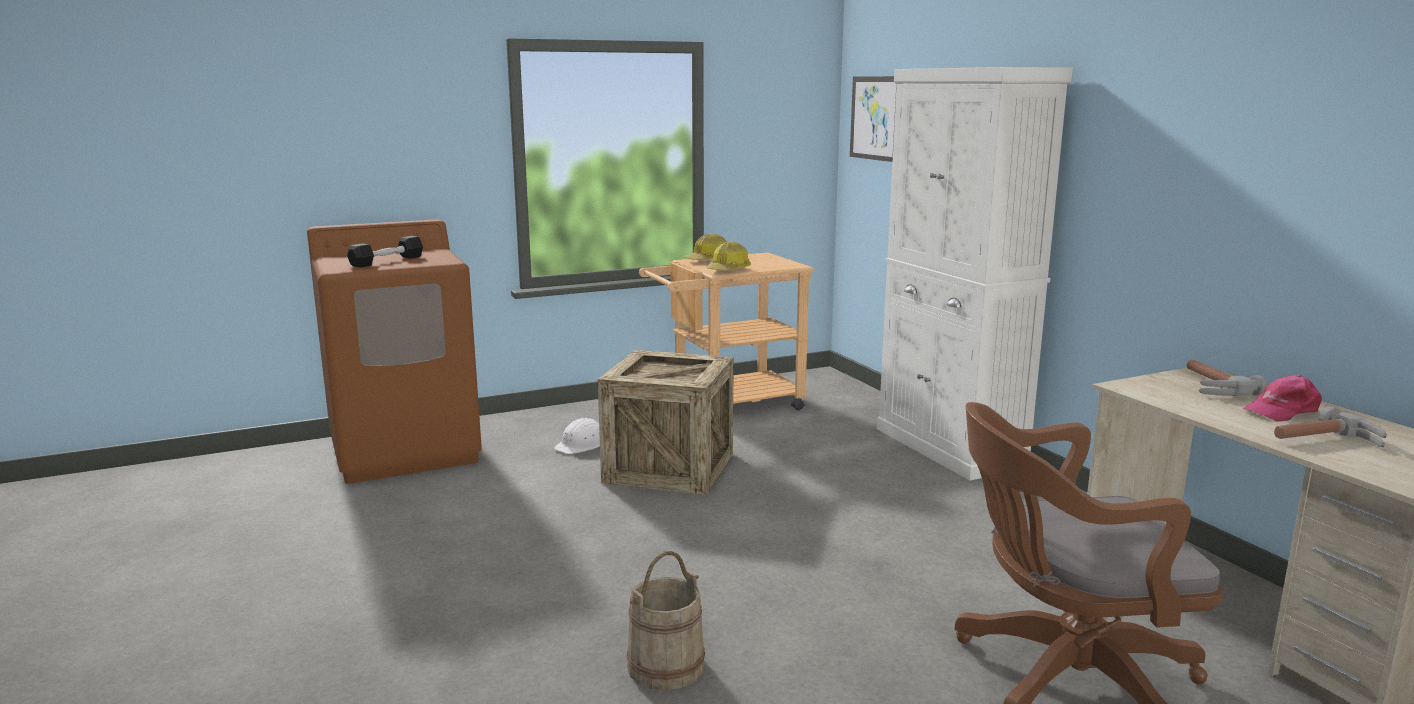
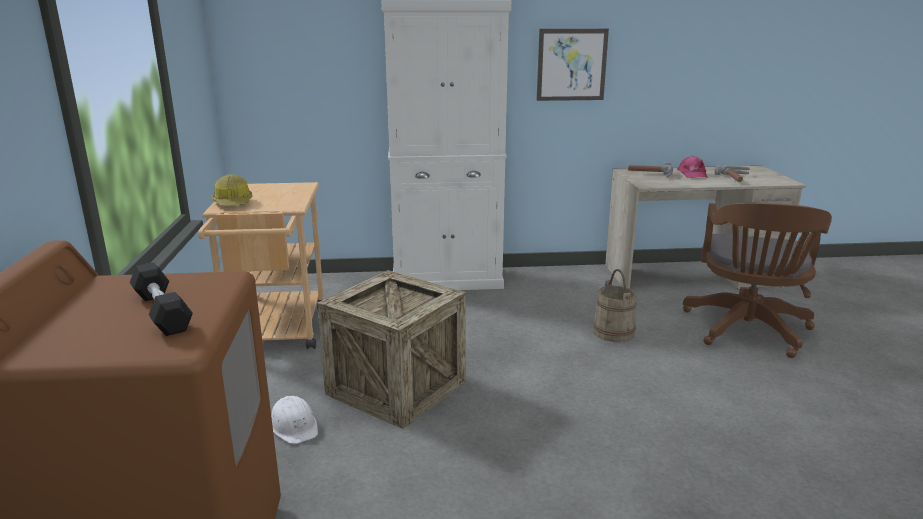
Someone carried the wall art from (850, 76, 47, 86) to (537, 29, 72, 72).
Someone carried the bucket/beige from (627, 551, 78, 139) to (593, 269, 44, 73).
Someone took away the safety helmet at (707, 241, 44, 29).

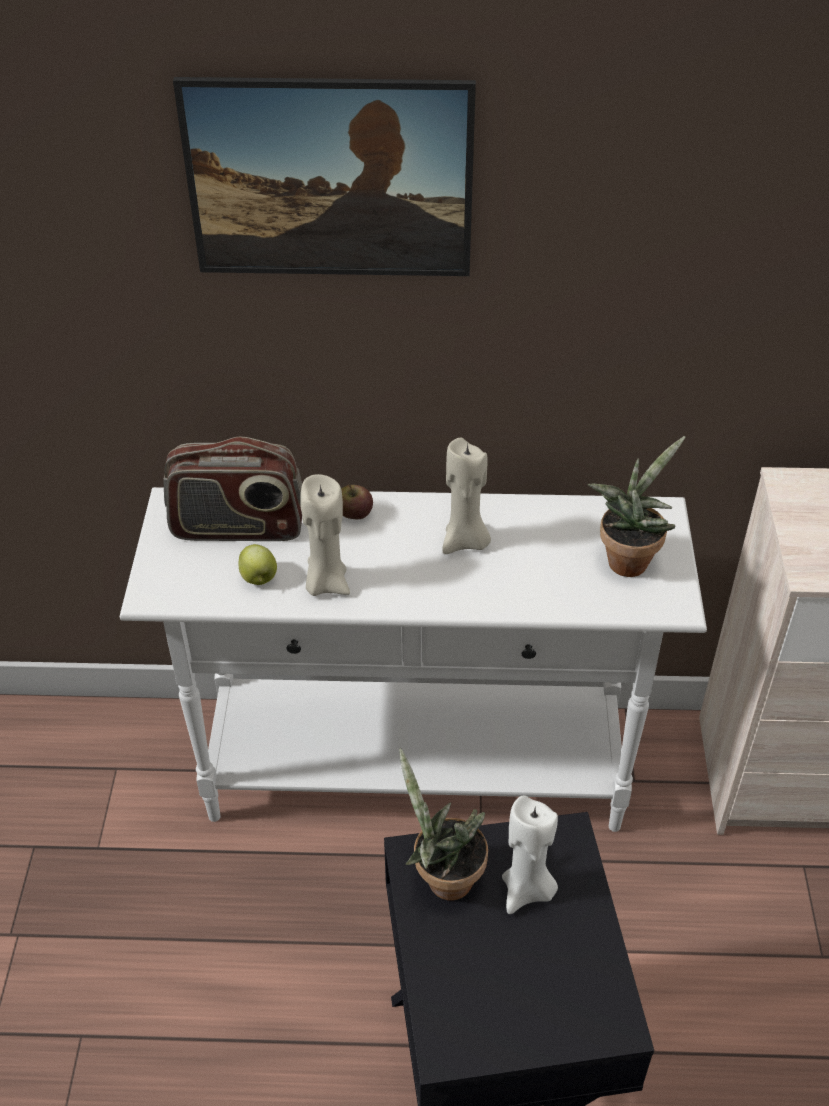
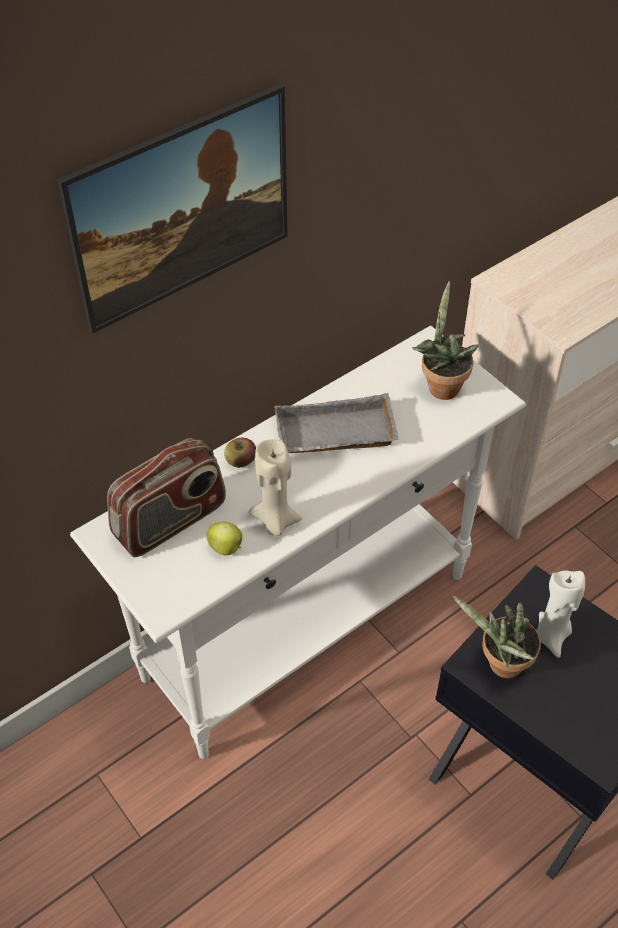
Someone swapped the candle/beige at (442, 438, 49, 116) for the tray/grey at (274, 393, 125, 60).

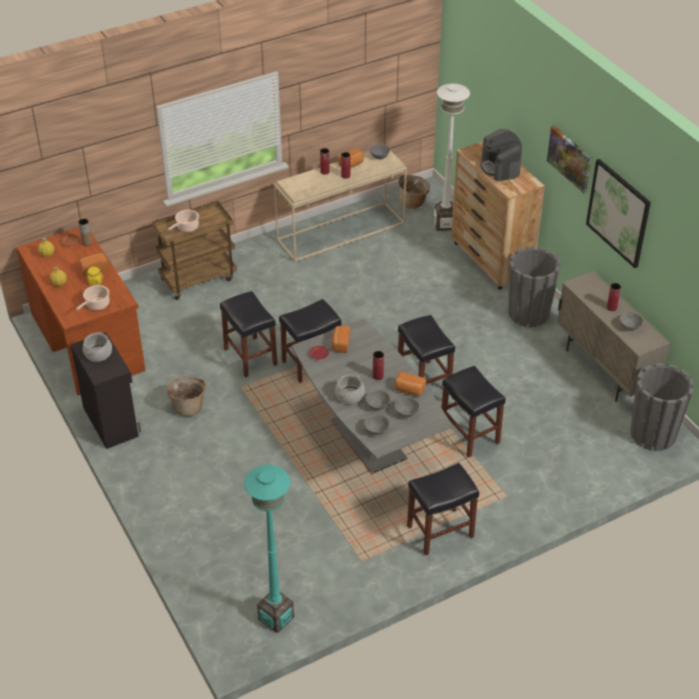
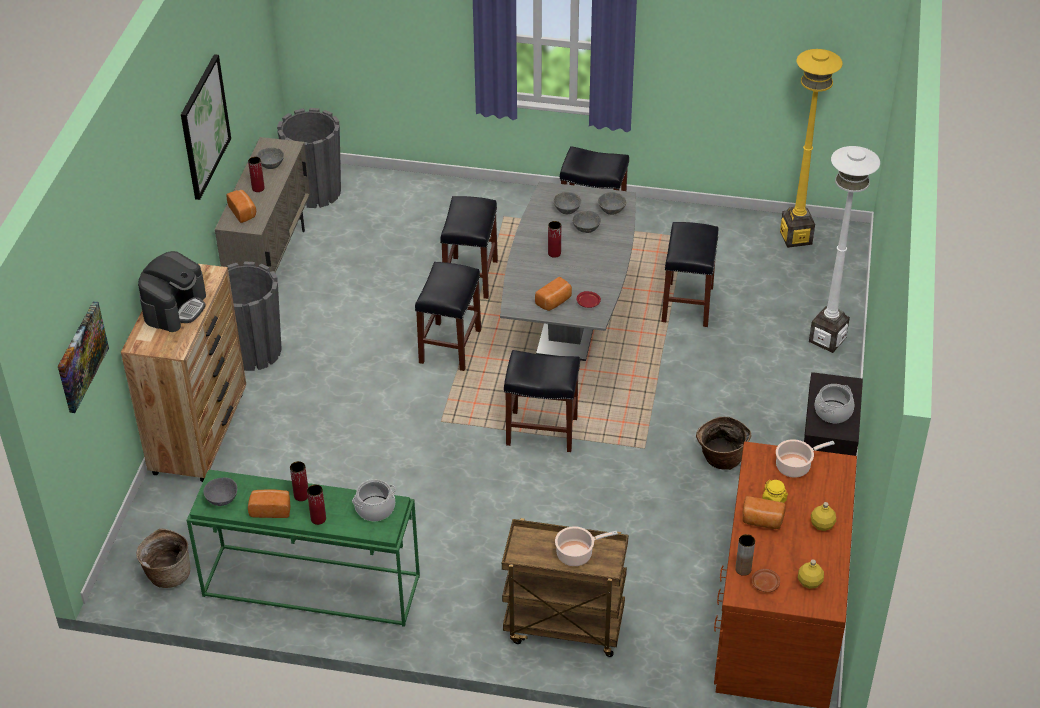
Someone carried the wall art from (547, 126, 45, 67) to (58, 301, 51, 112).
Someone repainted the console table/beige at (274, 151, 133, 111), which became the console table/green-coloured at (187, 470, 233, 157).
Someone carried the bread from (395, 372, 31, 24) to (226, 190, 30, 33).
Someone carried the stockpot from (335, 374, 30, 30) to (352, 479, 44, 42).
Someone carried the stool/blackish from (220, 291, 58, 87) to (662, 222, 57, 105).
Someone repainted the floor lamp/turquoise-coloured at (244, 465, 50, 168), which became the floor lamp/yellow-coloured at (780, 49, 63, 199).
Someone carried the floor lamp/whitish from (433, 84, 37, 147) to (809, 146, 71, 207).

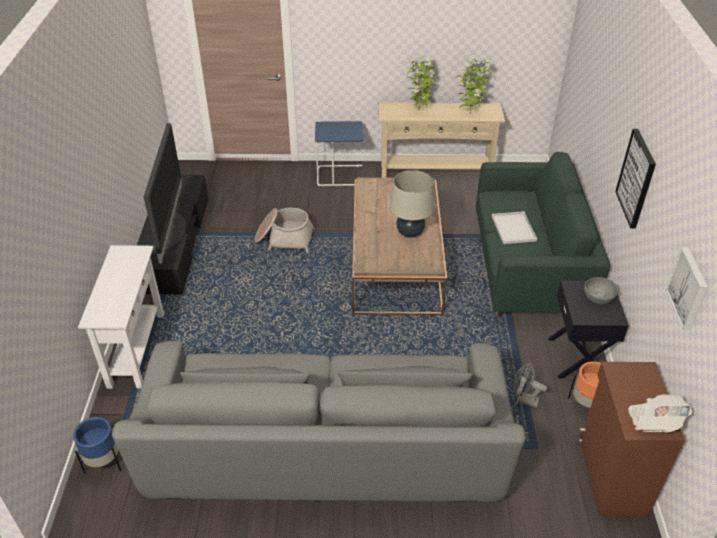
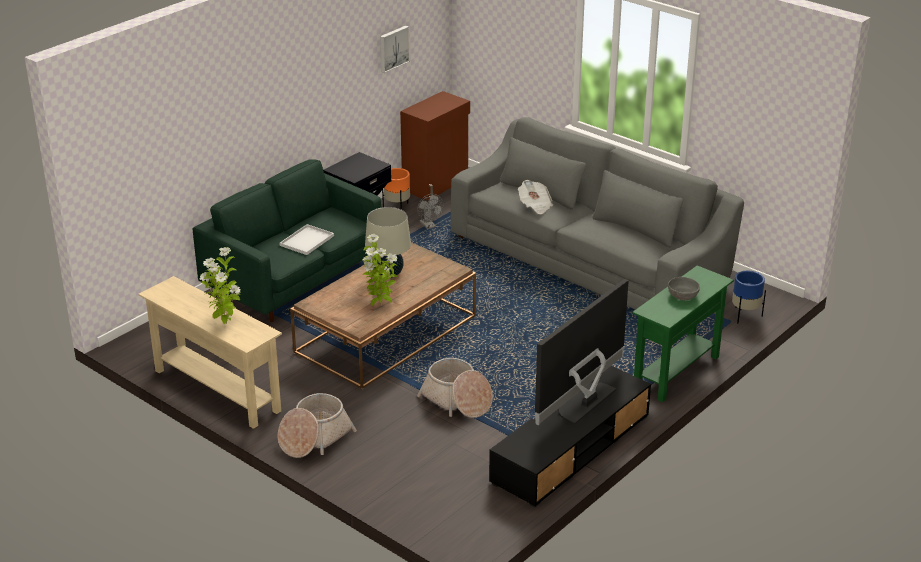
Someone swapped the side table/blue-coloured at (315, 121, 48, 65) for the household basket at (278, 393, 79, 65).
Someone carried the potted plant from (456, 57, 35, 56) to (362, 234, 36, 72).
Someone carried the printed paper from (628, 394, 64, 38) to (518, 180, 35, 34).
Someone repainted the console table/whitish at (78, 245, 86, 144), which became the console table/green-coloured at (632, 265, 102, 137).
Someone carried the serving bowl/grey from (584, 277, 34, 27) to (668, 277, 32, 23).
Someone took away the wall art at (615, 129, 41, 100).

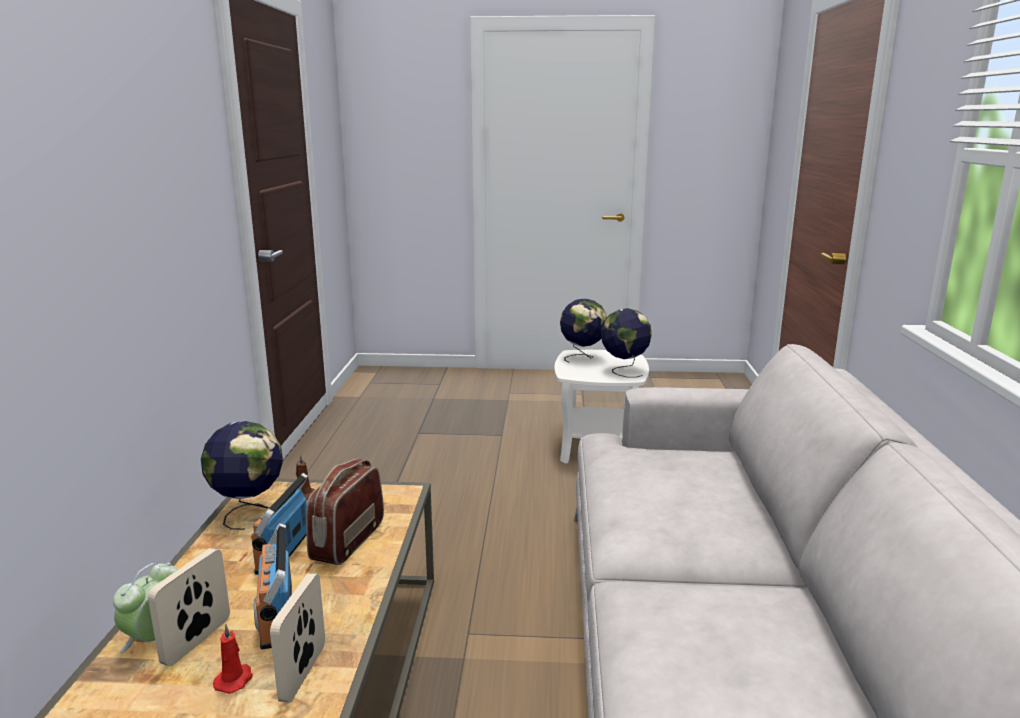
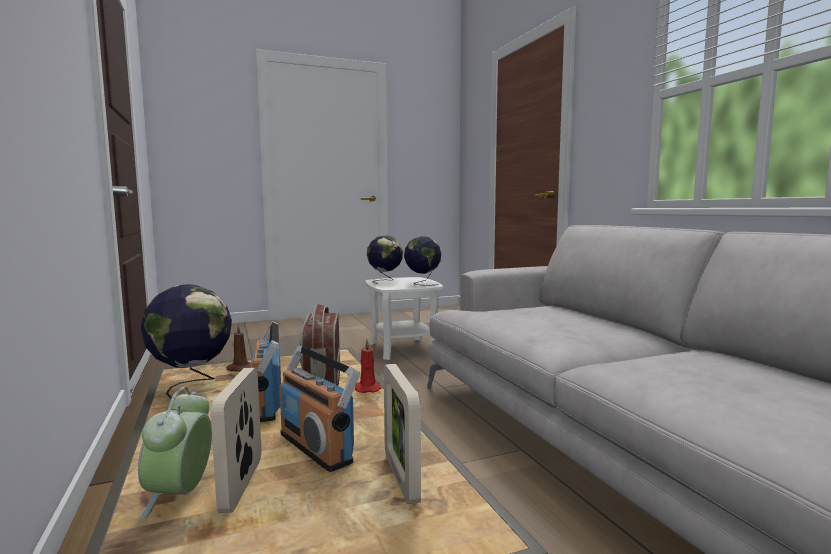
Someone carried the candle/red from (213, 624, 40, 70) to (355, 339, 27, 54).

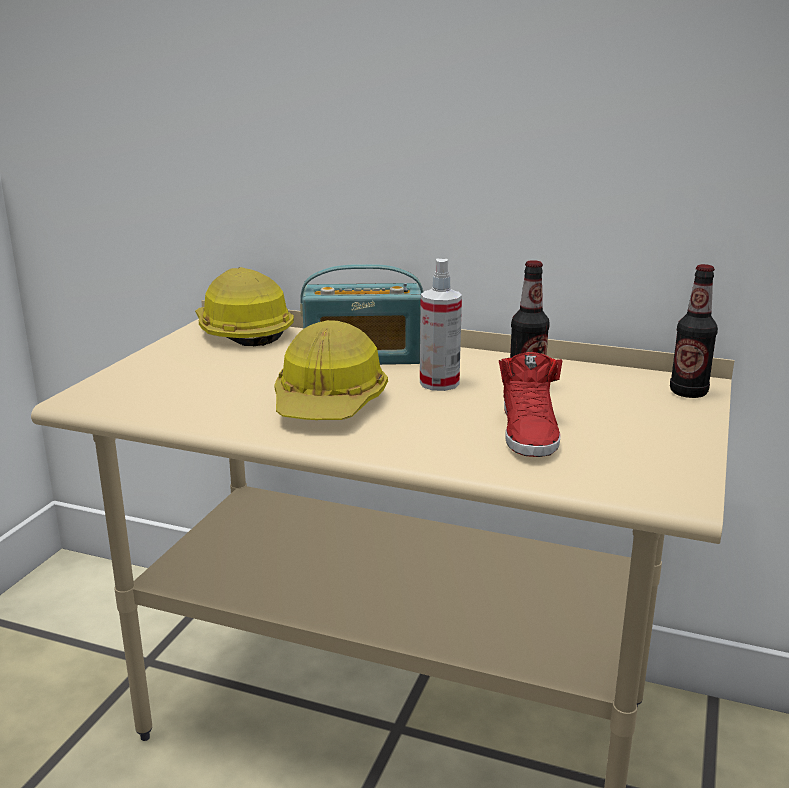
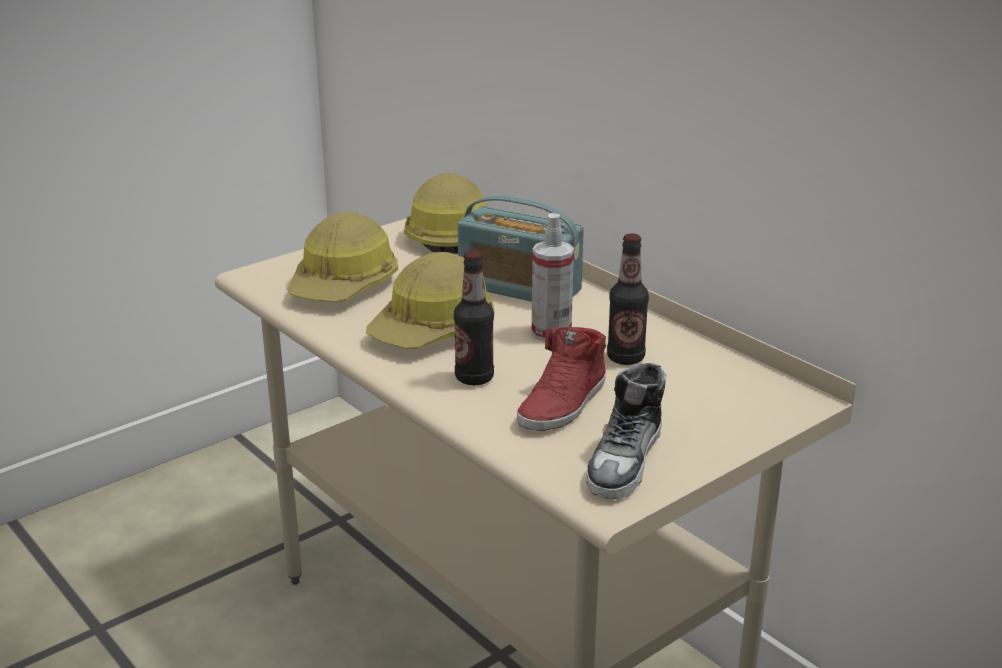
Someone put down the safety helmet at (287, 212, 111, 90).
Someone carried the drink bottle from (670, 264, 48, 134) to (454, 250, 40, 135).
Someone put down the item of footwear at (586, 363, 80, 136).

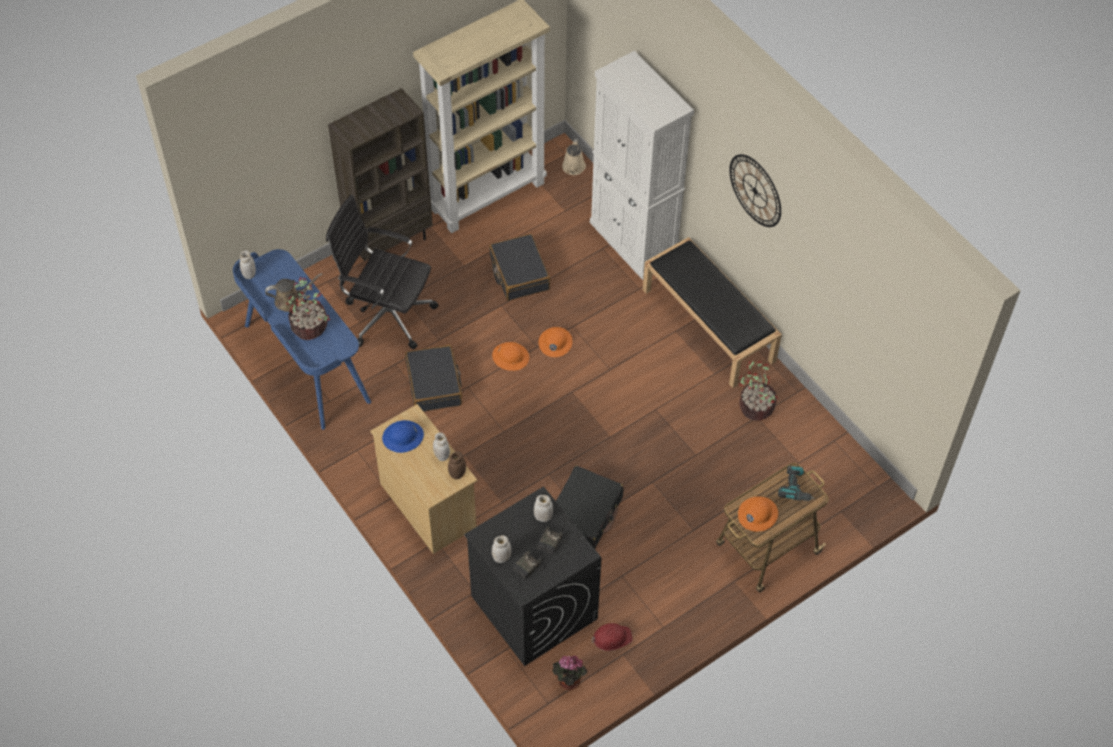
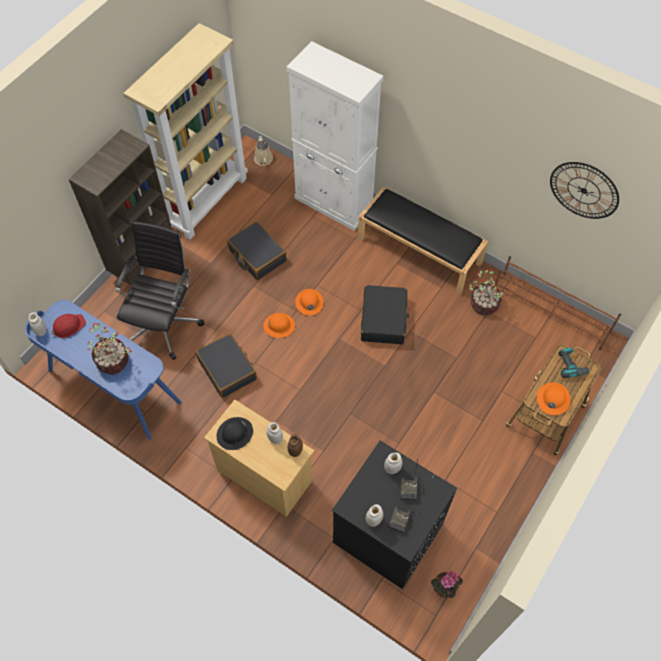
Someone carried the safety helmet/red from (592, 623, 41, 28) to (52, 314, 34, 24).
Someone rotated the desk chair/blackish at (326, 194, 113, 155) by 105 degrees clockwise.
Someone repainted the safety helmet/blue-coloured at (382, 420, 42, 33), which became the safety helmet/blackish at (217, 417, 36, 33).
Someone carried the suitcase/blackish from (556, 466, 68, 83) to (361, 285, 48, 59).
Someone put down the shoe rack/brown at (494, 256, 127, 94).
Someone carried the hanging clock from (729, 154, 52, 73) to (550, 162, 69, 57).
Someone took away the watering pot/brown at (265, 273, 58, 39).

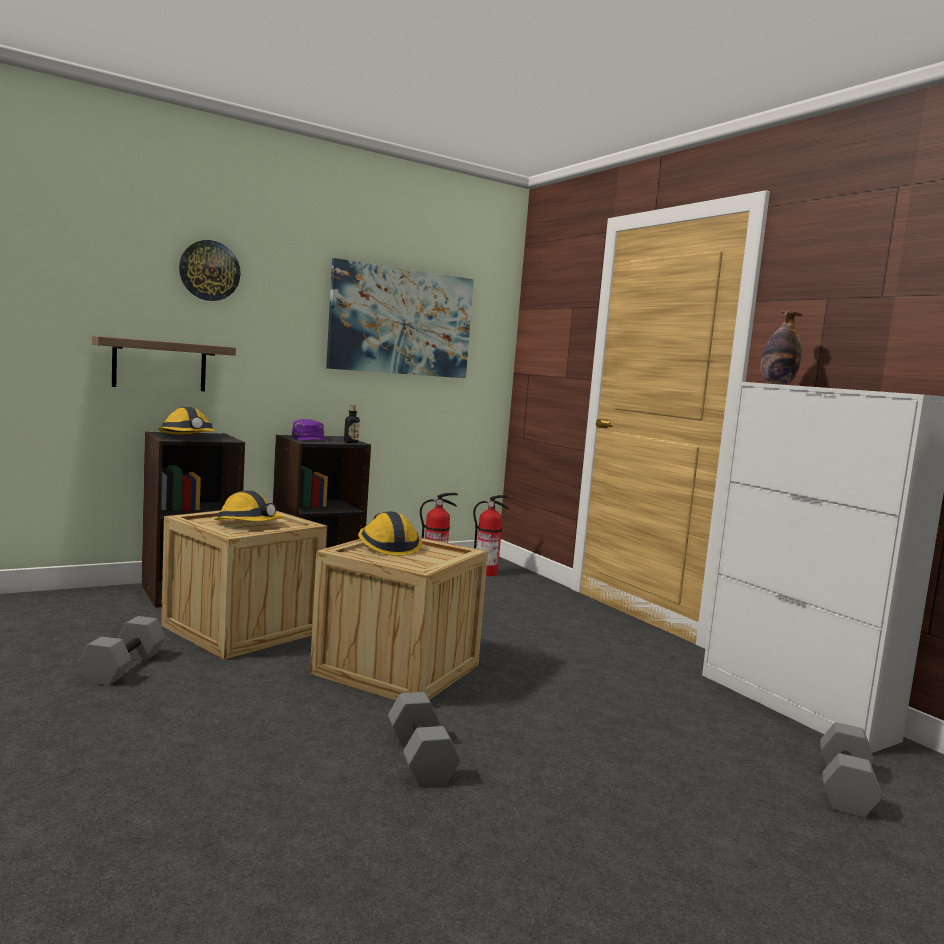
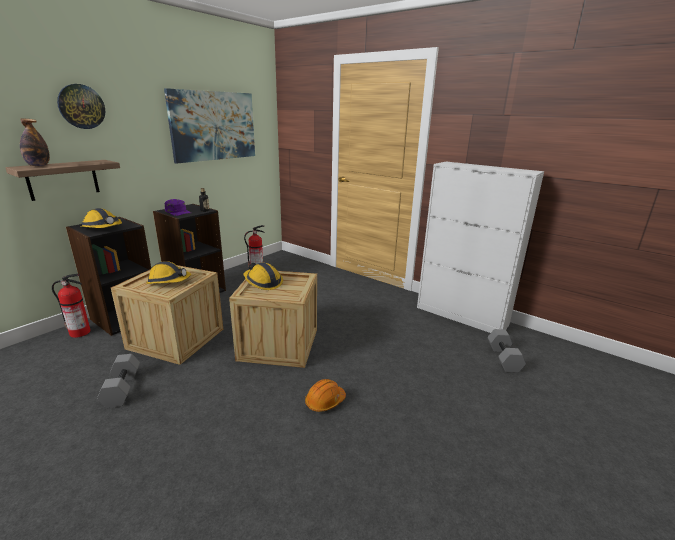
Someone carried the drink bottle from (760, 310, 43, 74) to (20, 119, 30, 47).
Someone carried the fire extinguisher from (473, 495, 37, 81) to (52, 274, 39, 64).
Someone swapped the free weight/grey at (388, 692, 72, 95) for the safety helmet/orange-coloured at (305, 379, 41, 33).

